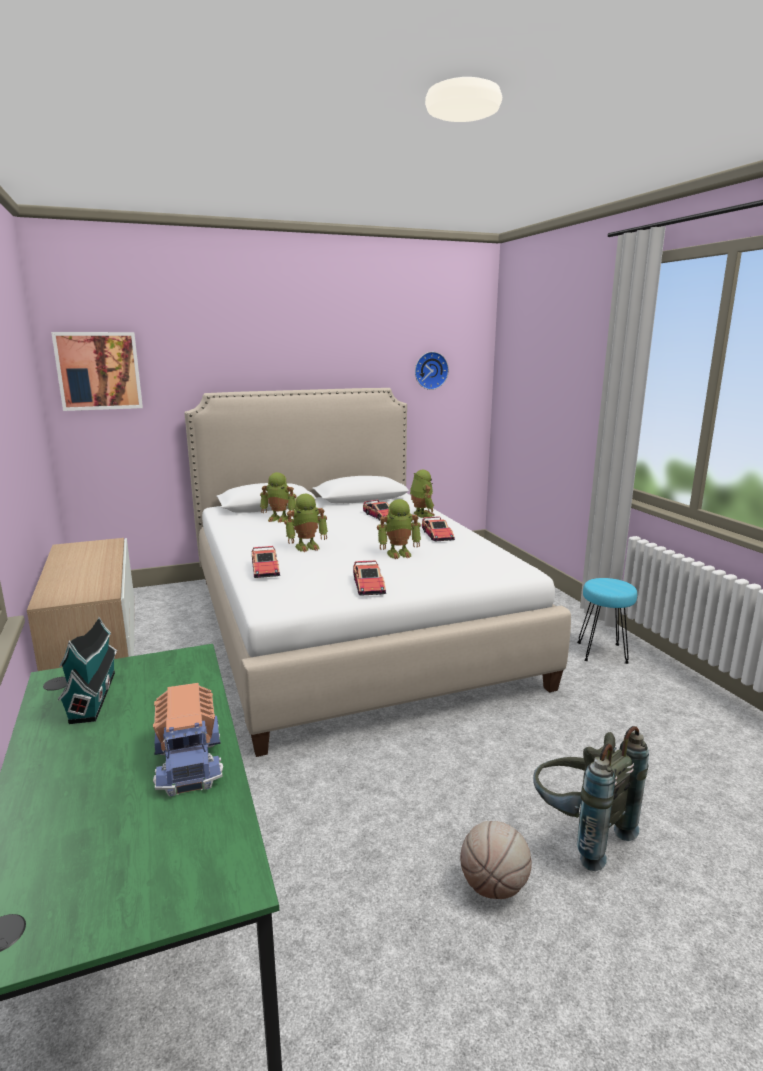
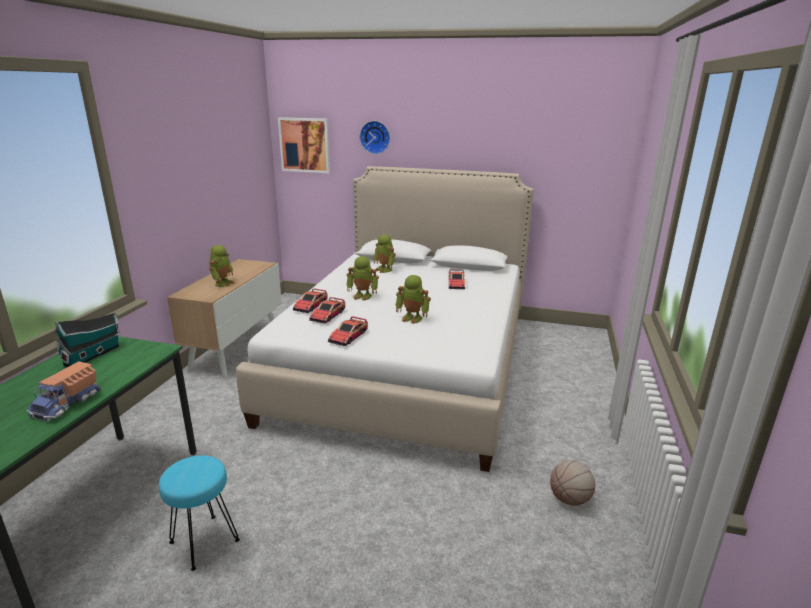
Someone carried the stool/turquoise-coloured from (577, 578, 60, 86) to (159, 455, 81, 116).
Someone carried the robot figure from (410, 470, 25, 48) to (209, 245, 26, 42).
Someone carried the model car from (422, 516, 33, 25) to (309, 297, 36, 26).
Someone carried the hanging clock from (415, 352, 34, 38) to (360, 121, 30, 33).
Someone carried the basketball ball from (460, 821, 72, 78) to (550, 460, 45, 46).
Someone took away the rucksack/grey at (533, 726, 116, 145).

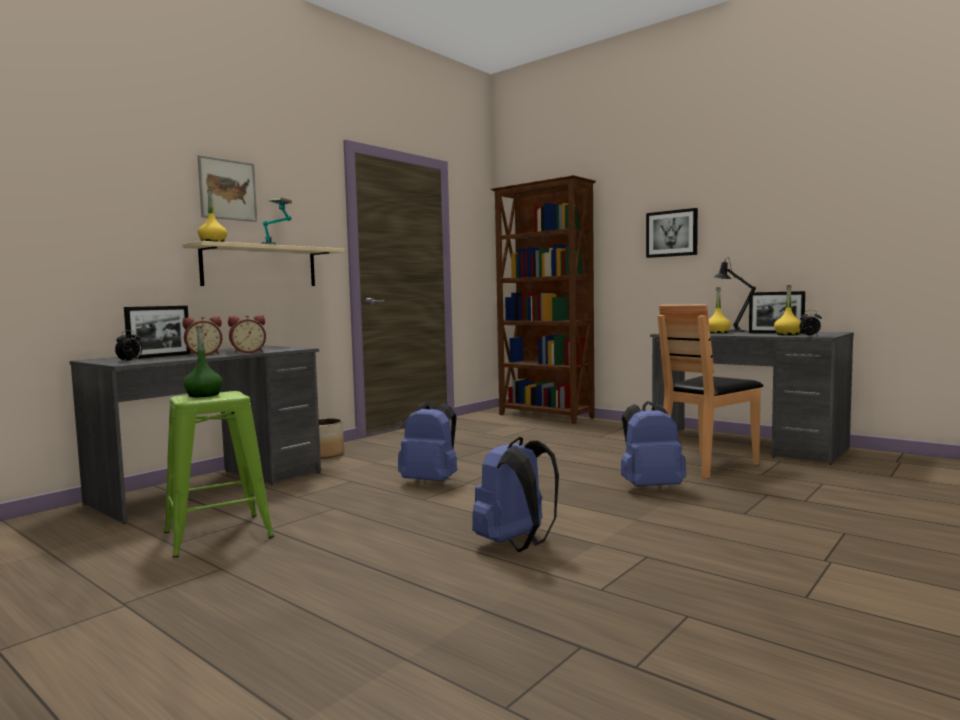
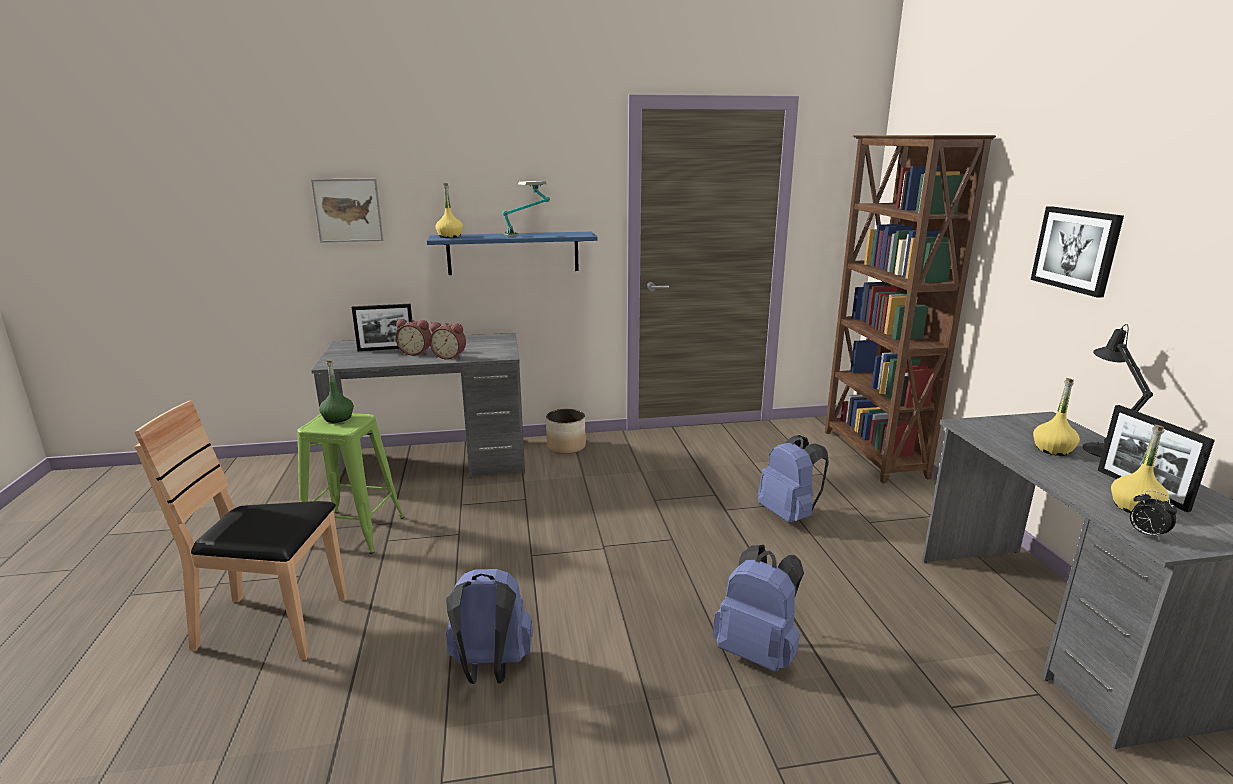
Someone carried the upright chair/brown from (657, 304, 106, 175) to (134, 400, 213, 260).
Someone carried the wall art from (198, 155, 59, 67) to (311, 178, 73, 65).
Someone repainted the wall shelf/beige at (183, 241, 161, 45), which became the wall shelf/blue-coloured at (427, 232, 171, 43).
Someone carried the rucksack/blue-coloured from (398, 400, 59, 81) to (758, 435, 71, 88).
Someone took away the alarm clock at (115, 330, 27, 31).

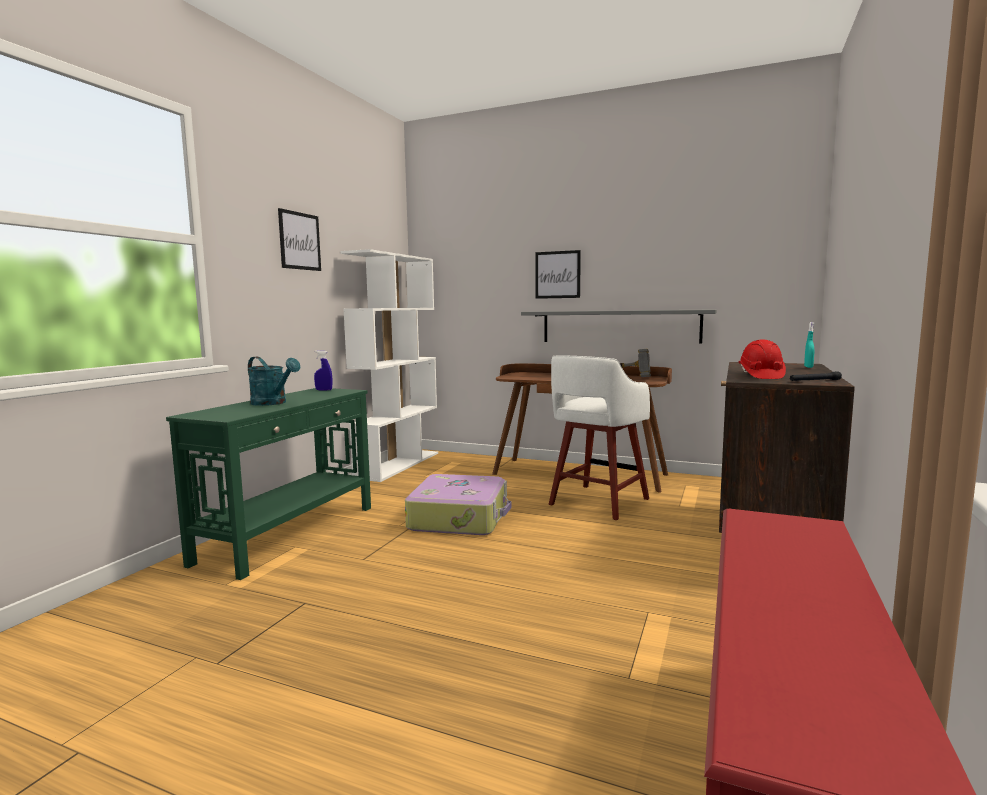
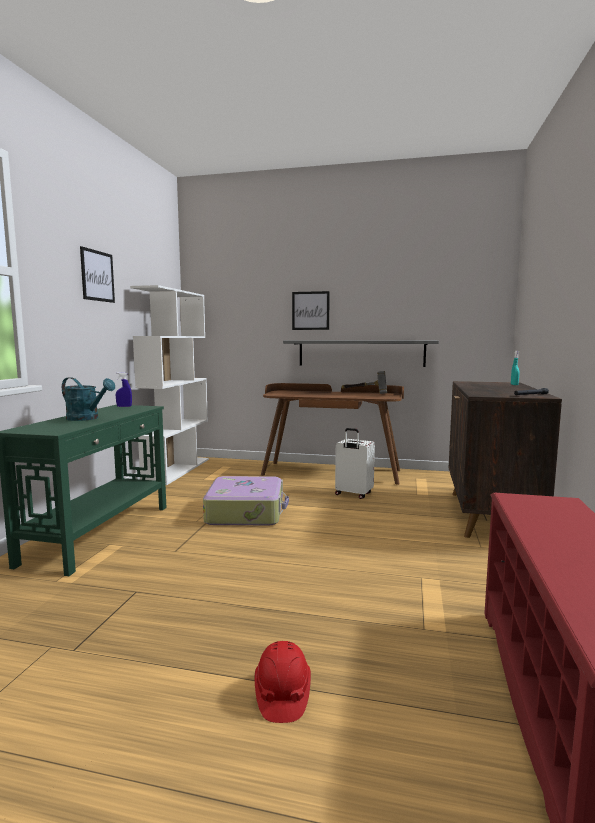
Someone carried the safety helmet/red from (739, 339, 47, 40) to (255, 641, 56, 82).
Someone swapped the stool/whitish at (549, 355, 101, 165) for the suitcase/whitish at (335, 428, 40, 71).

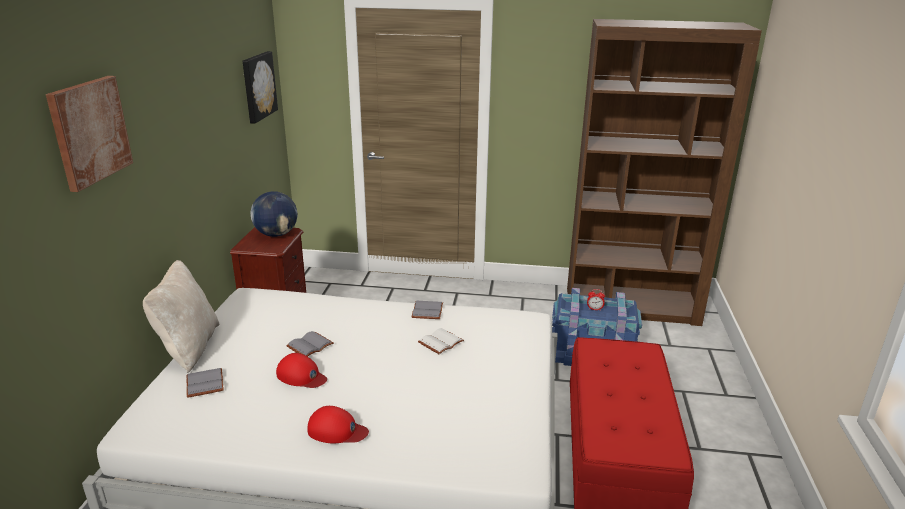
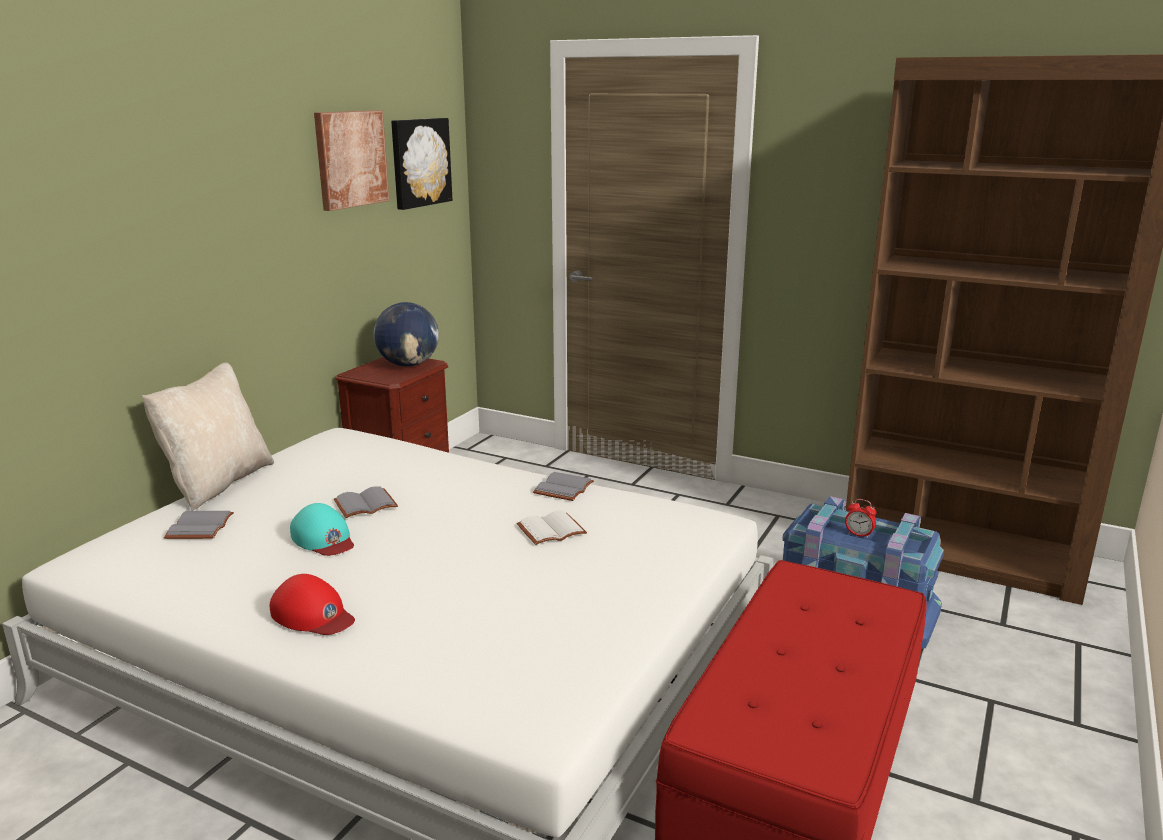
Someone repainted the baseball cap/red at (276, 353, 51, 35), which became the baseball cap/turquoise-coloured at (290, 503, 64, 53).
Someone carried the wall art from (46, 76, 87, 116) to (314, 110, 75, 101).

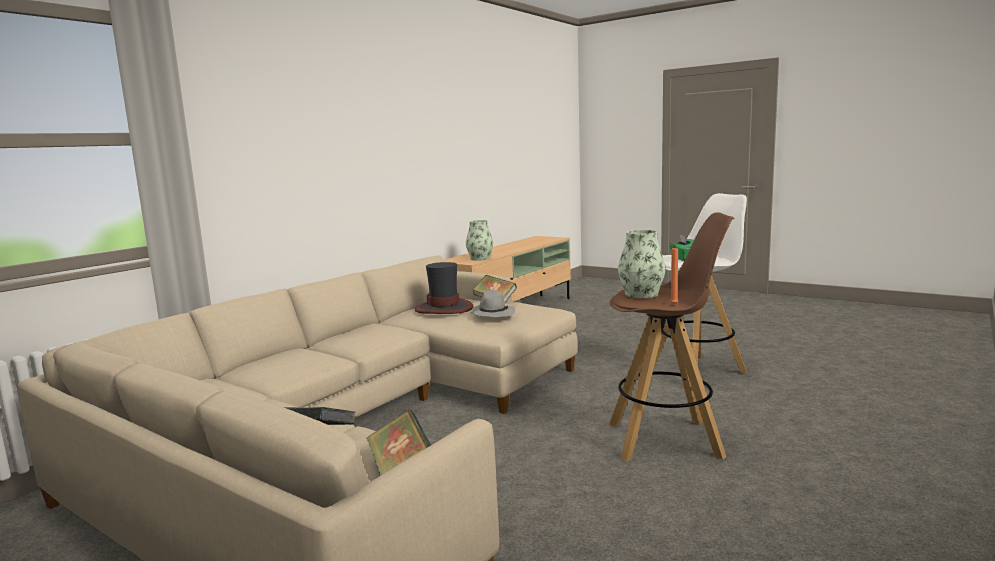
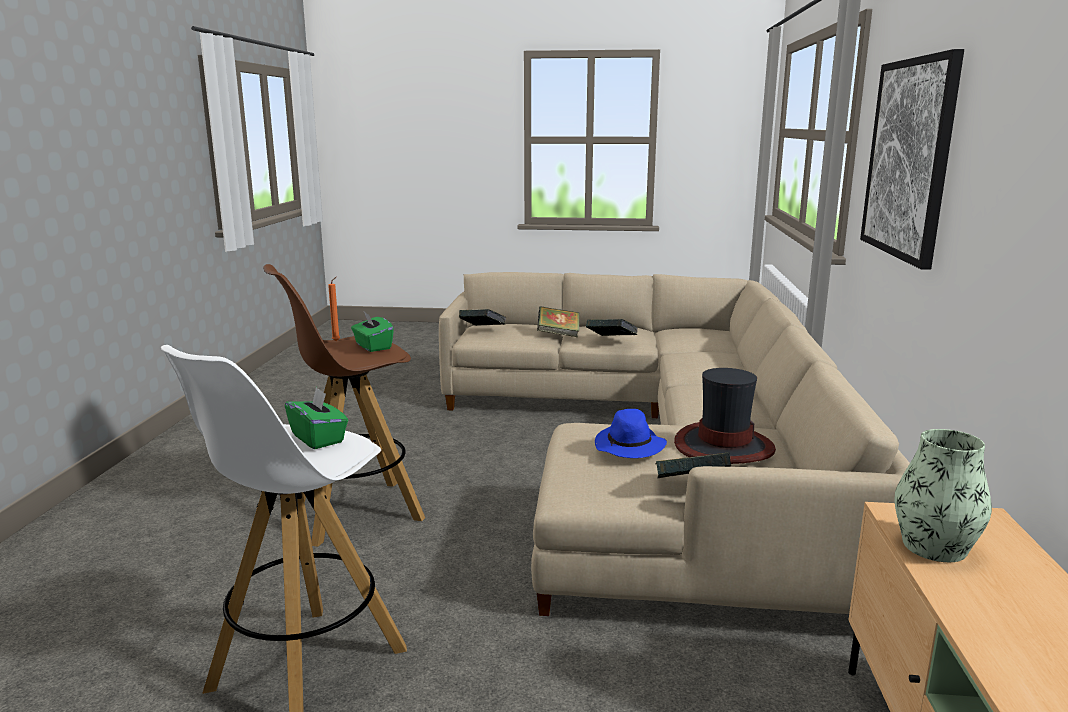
Someone swapped the decorative vase at (618, 230, 48, 68) for the box of tissues/green-coloured at (351, 312, 43, 40).
Someone put down the bound book at (586, 319, 52, 17).
Someone repainted the wearable hat/grey at (470, 290, 45, 27), which became the wearable hat/blue-coloured at (595, 409, 72, 49).
Someone put up the wall art at (860, 49, 104, 221).

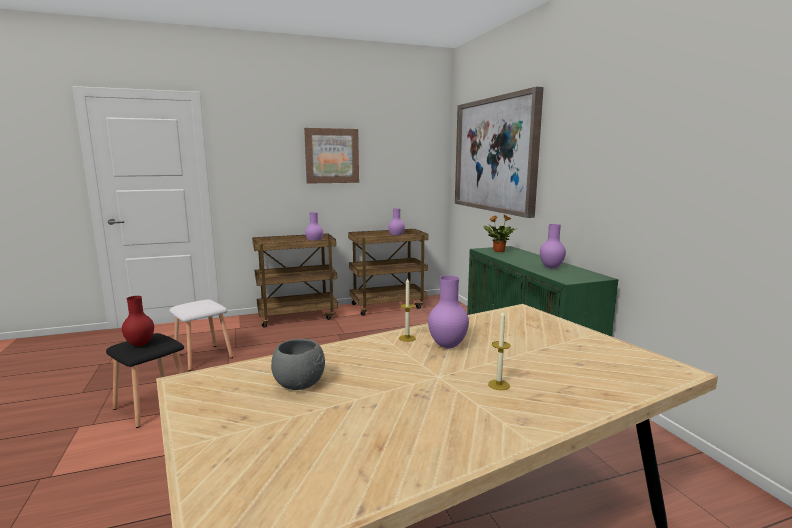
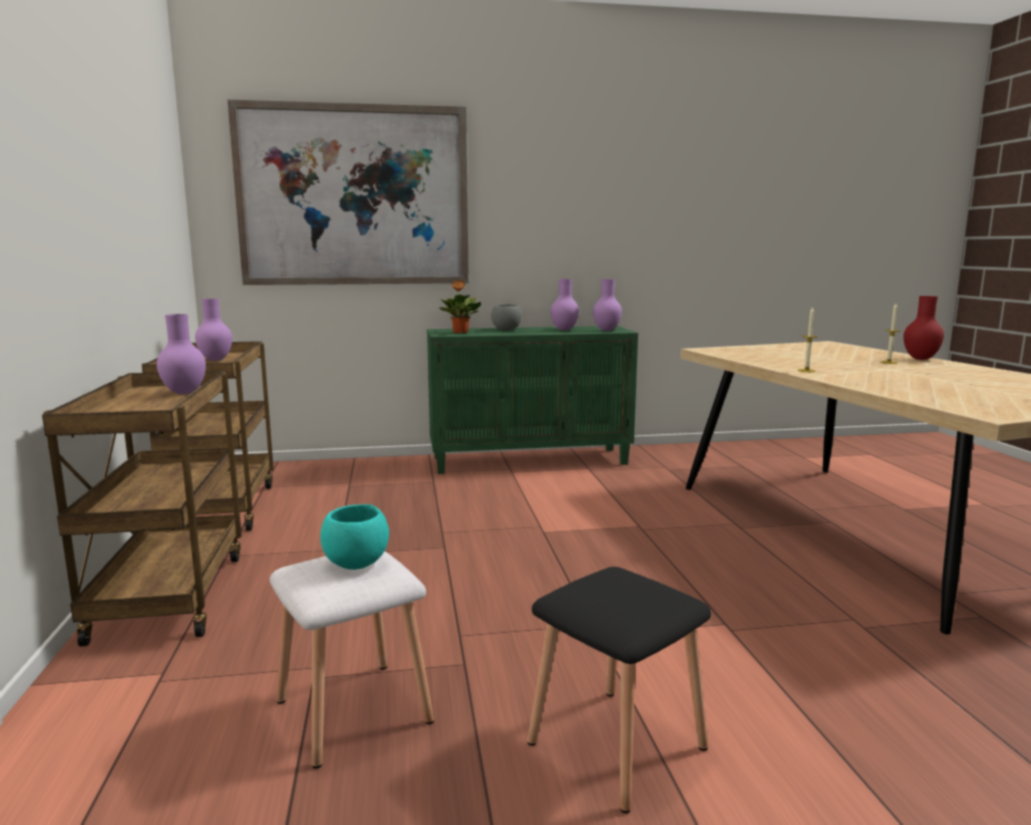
Someone put down the serving bowl/turquoise-coloured at (320, 504, 69, 66).
Someone carried the serving bowl/grey from (271, 339, 54, 51) to (491, 304, 31, 26).
Someone carried the decorative vase/purple-coloured from (428, 276, 41, 73) to (593, 279, 29, 52).
Someone carried the decorative vase/red from (122, 296, 32, 51) to (903, 296, 41, 64).
Someone took away the wall art at (304, 128, 55, 56).

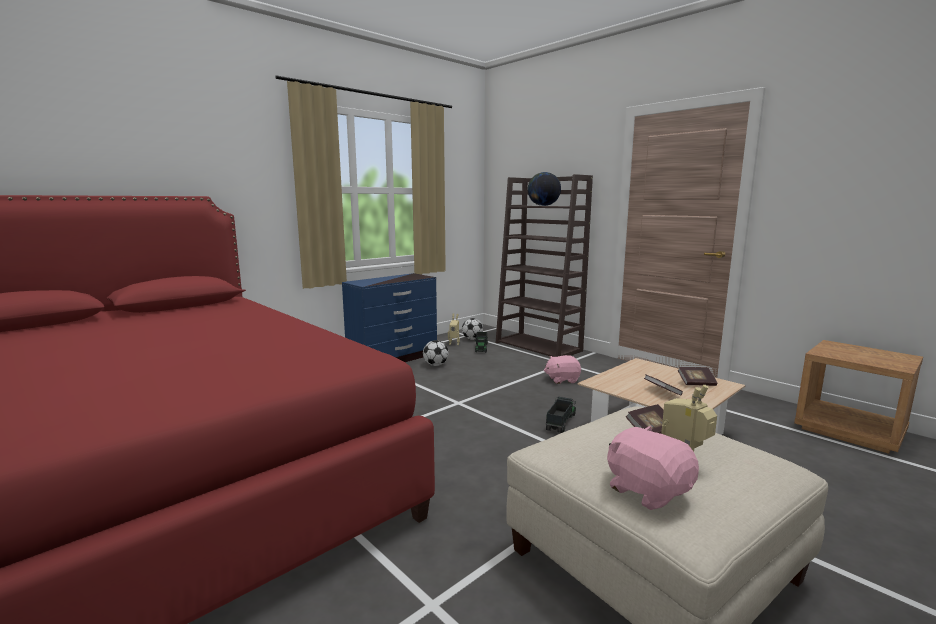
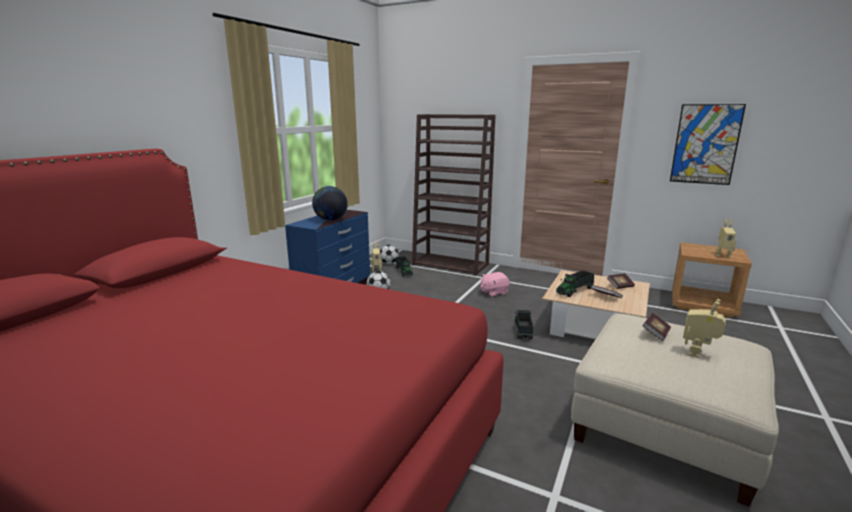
Someone carried the world globe from (528, 172, 33, 34) to (312, 186, 36, 35).
Someone put down the toy lorry at (556, 270, 39, 27).
Someone put up the wall art at (670, 104, 76, 81).
Someone put down the robot figure at (716, 219, 20, 38).
Someone took away the cuddly toy/pink-coloured at (607, 425, 92, 85).

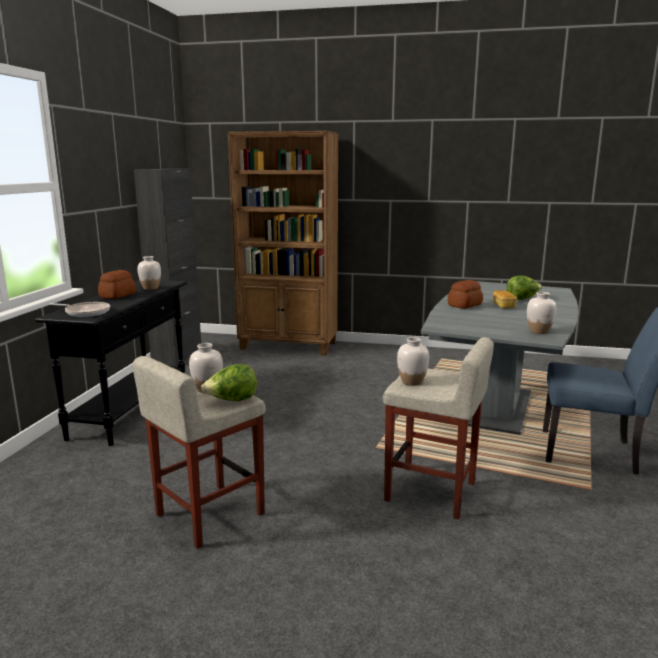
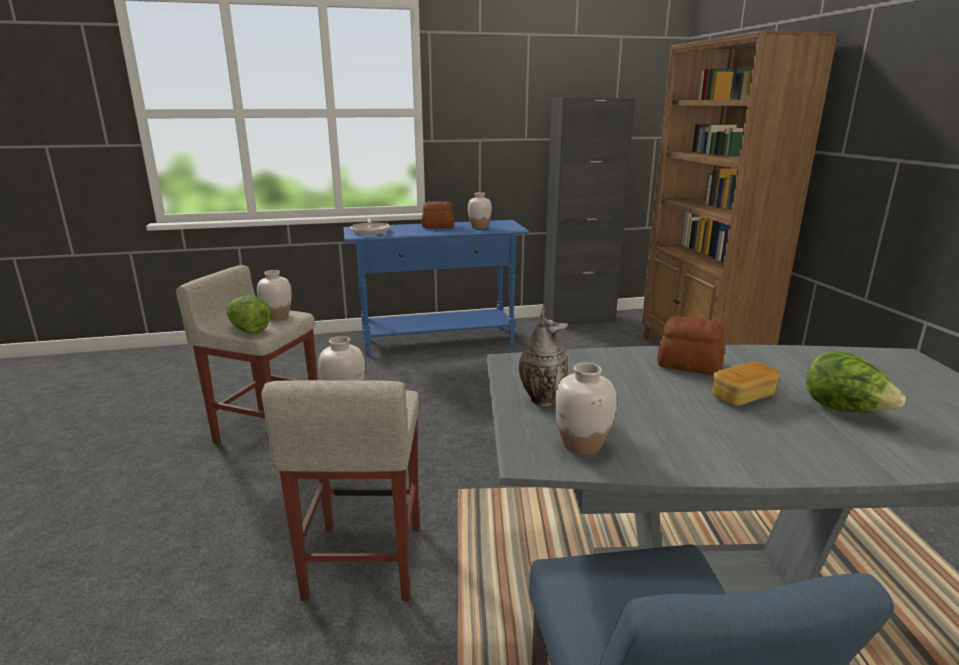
Someone repainted the console table/blackish at (35, 280, 152, 166), which became the console table/blue-coloured at (343, 220, 186, 137).
Someone put down the decorative vase at (519, 307, 50, 99).

